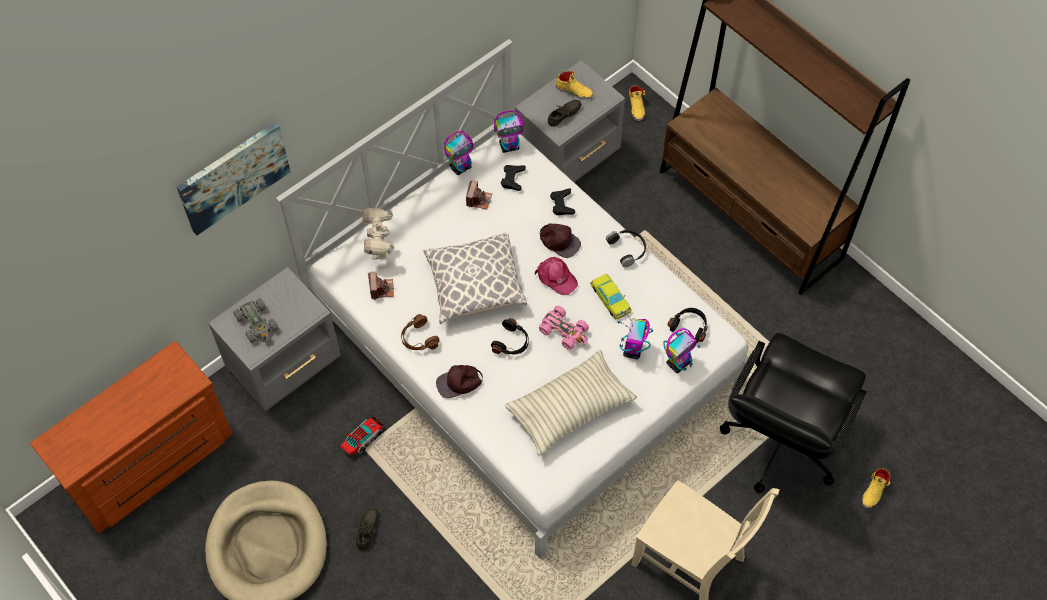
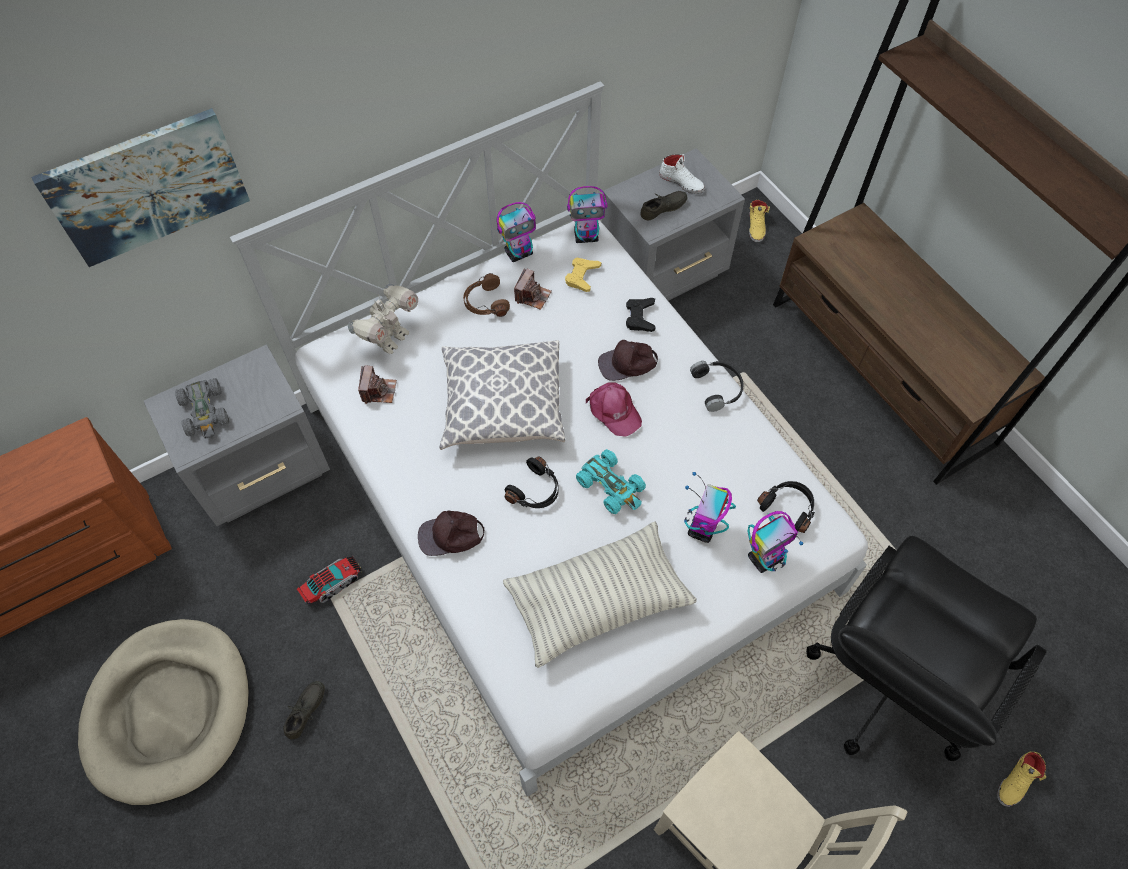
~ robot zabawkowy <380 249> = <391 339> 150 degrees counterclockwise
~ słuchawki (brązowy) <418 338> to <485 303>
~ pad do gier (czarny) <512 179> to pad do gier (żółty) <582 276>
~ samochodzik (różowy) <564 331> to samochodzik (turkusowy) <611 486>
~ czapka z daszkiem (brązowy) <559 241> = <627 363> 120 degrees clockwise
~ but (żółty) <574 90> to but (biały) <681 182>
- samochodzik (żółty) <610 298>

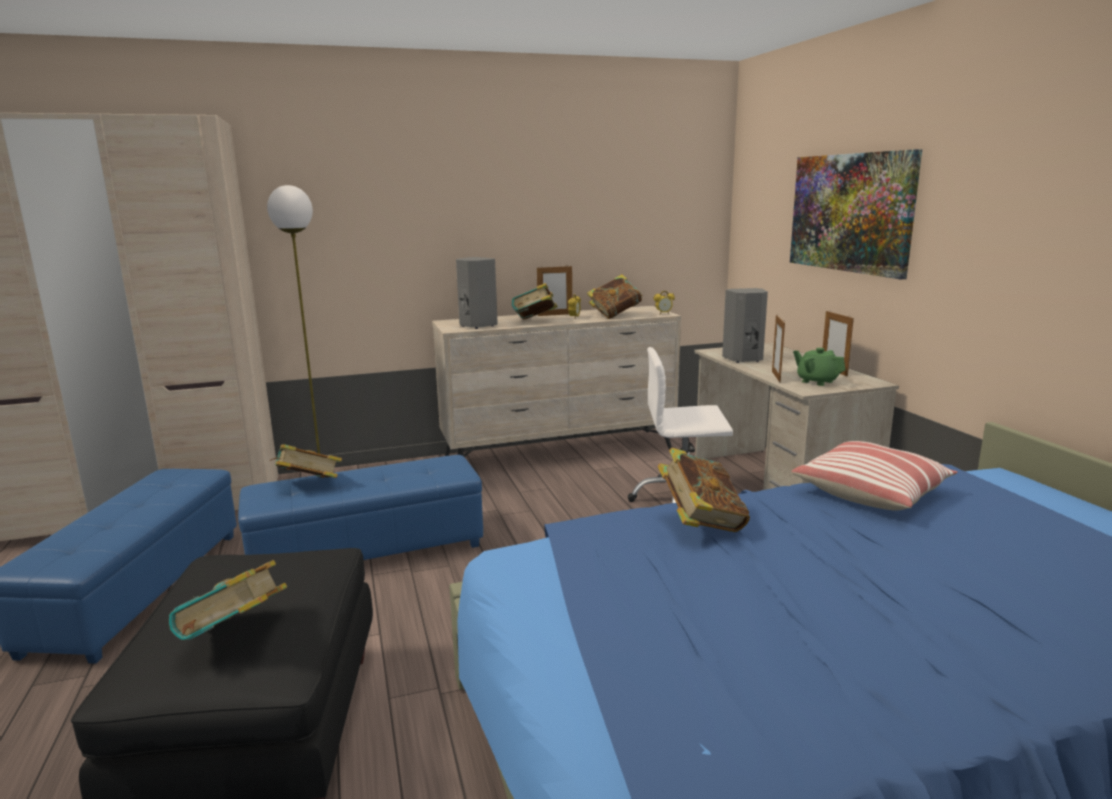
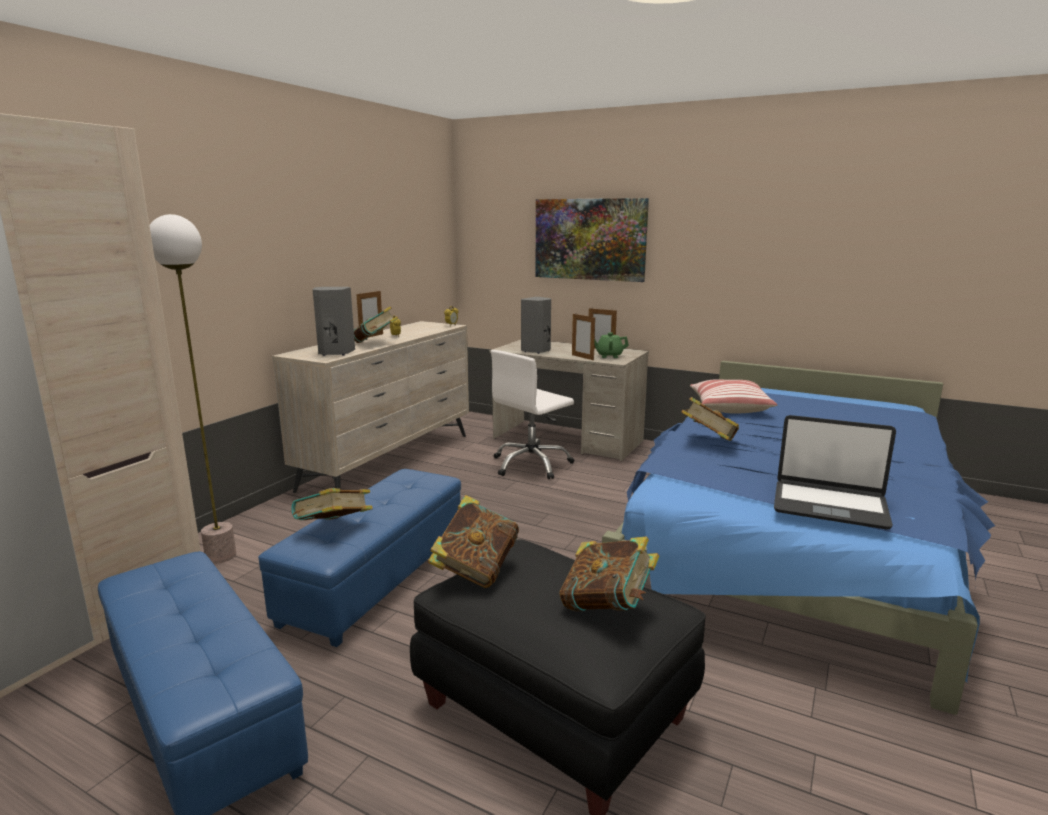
~ książka <615 315> to <475 570>
+ laptop <829 505>

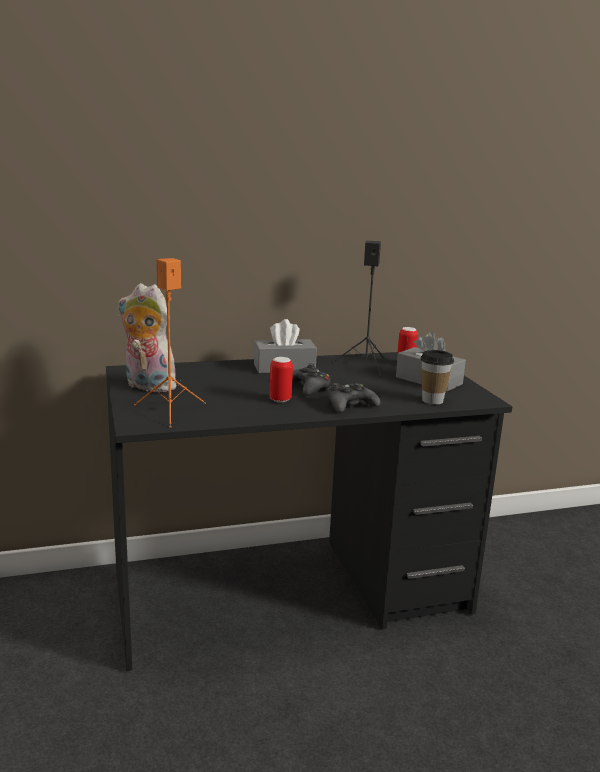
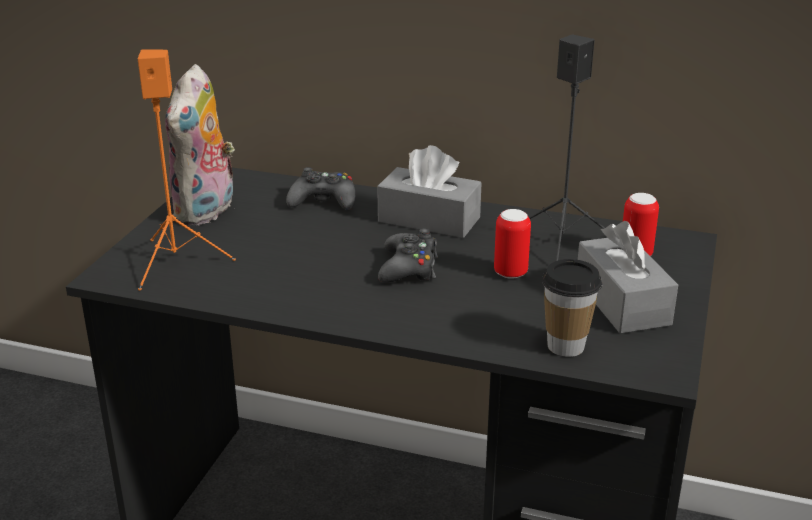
~ pluszak <147 386> = <207 212> 135 degrees counterclockwise
~ pad do gier (czarny) <350 405> to <323 201>
~ puszka <280 400> to <510 273>

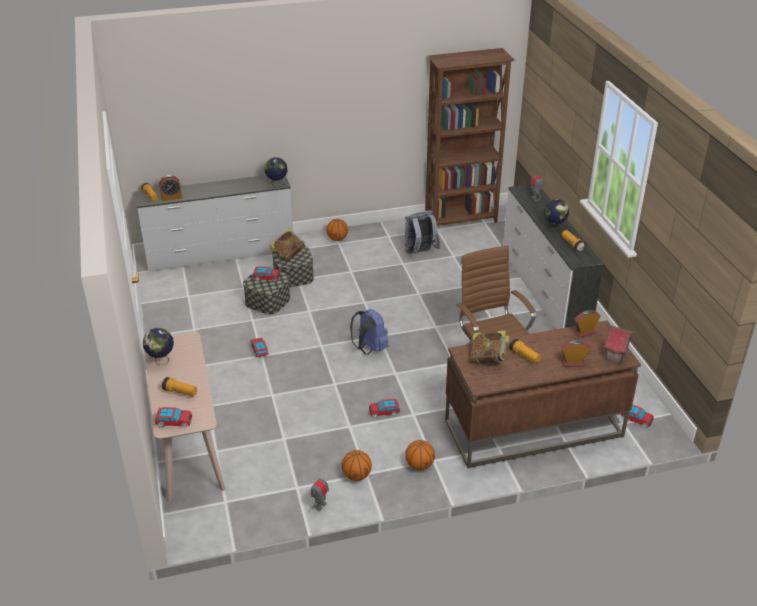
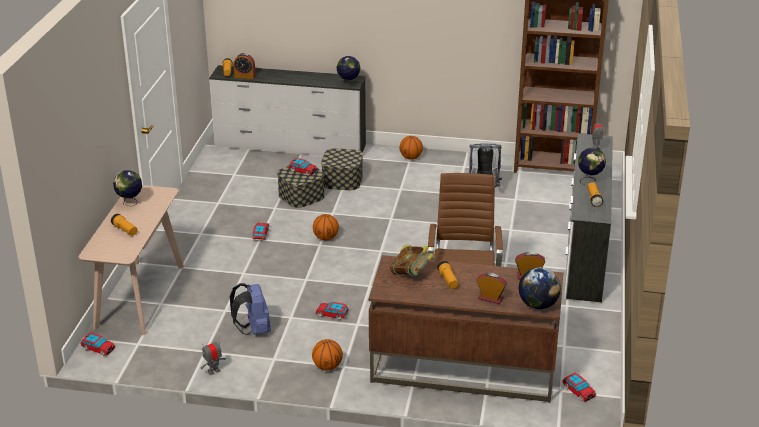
~ samochodzik <174 422> to <98 348>
~ plecak (niebieski) <369 348> to <254 330>
~ piłka do koszykówki <356 476> to <326 238>
~ domek <615 357> to globus <538 305>
- książka <288 255>

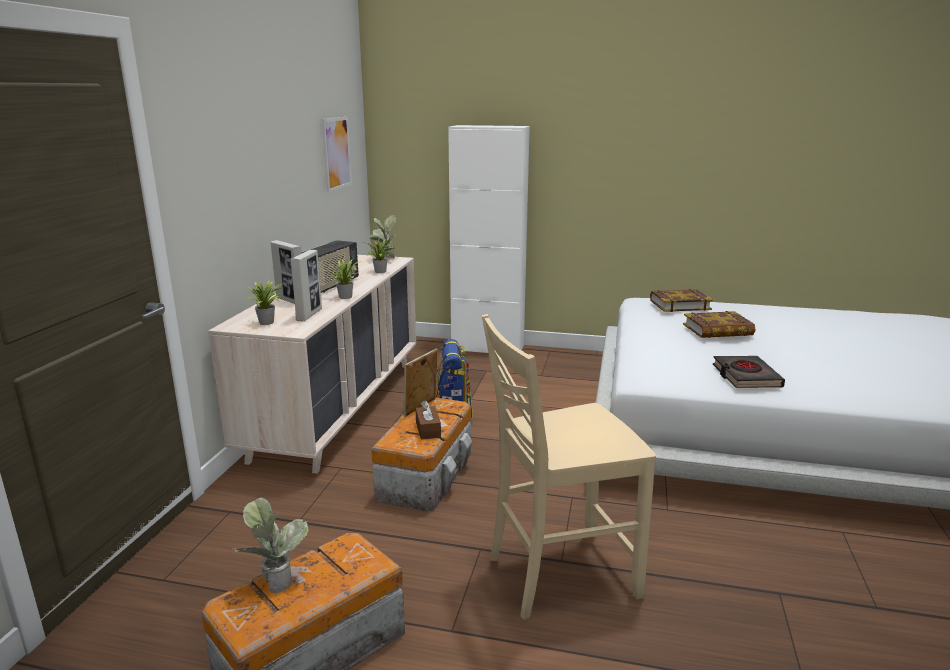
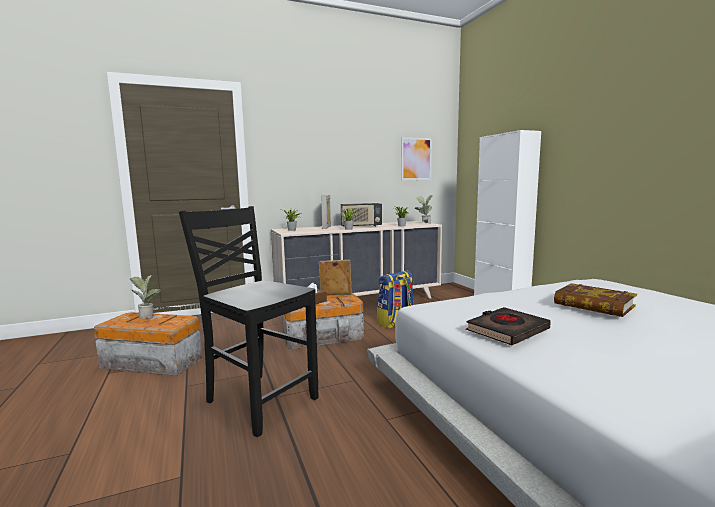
~ krzesło (beżowy) <558 575> to krzesło (czarny) <259 400>
- ramka na zdjęcie <309 315>
- książka <679 305>

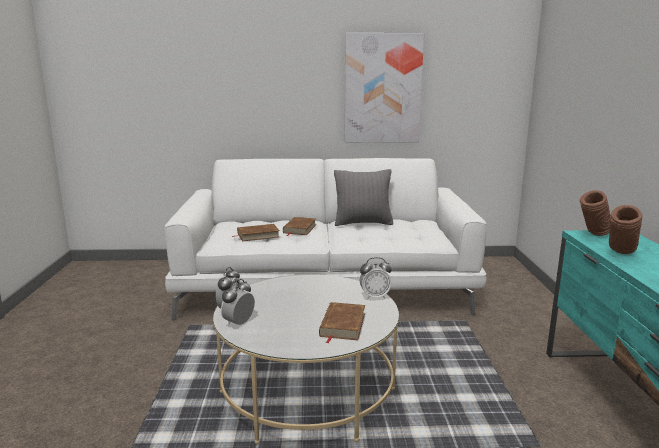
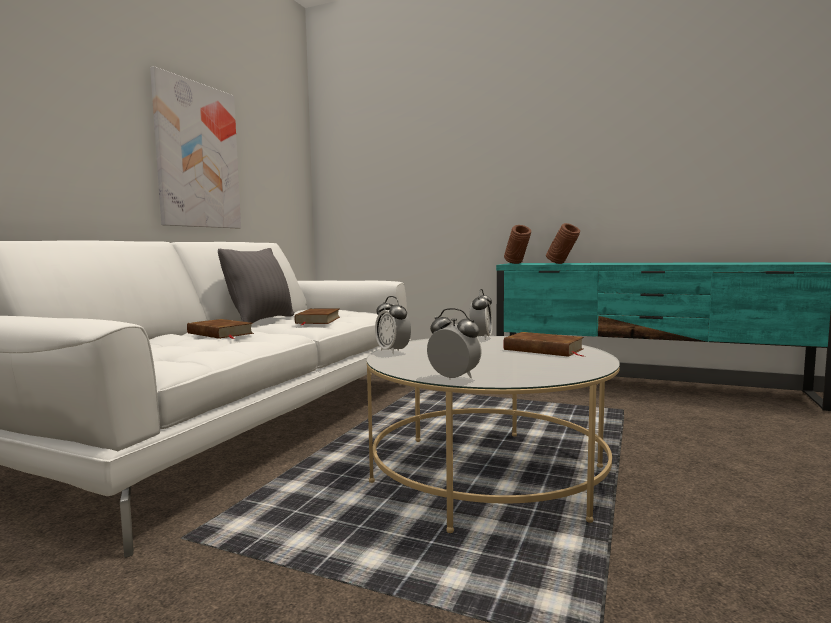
~ książka (brązowy) <258 235> to <318 320>
~ budzik <239 323> to <393 351>

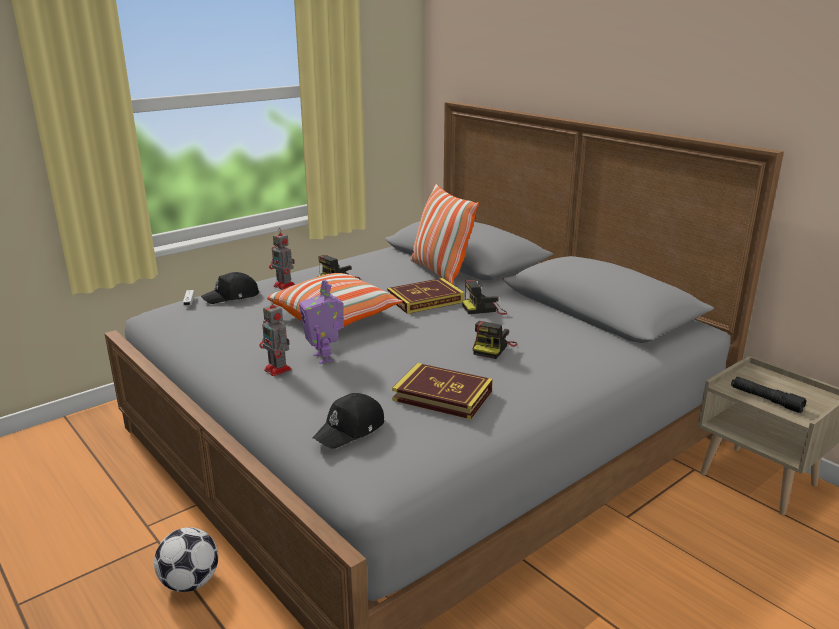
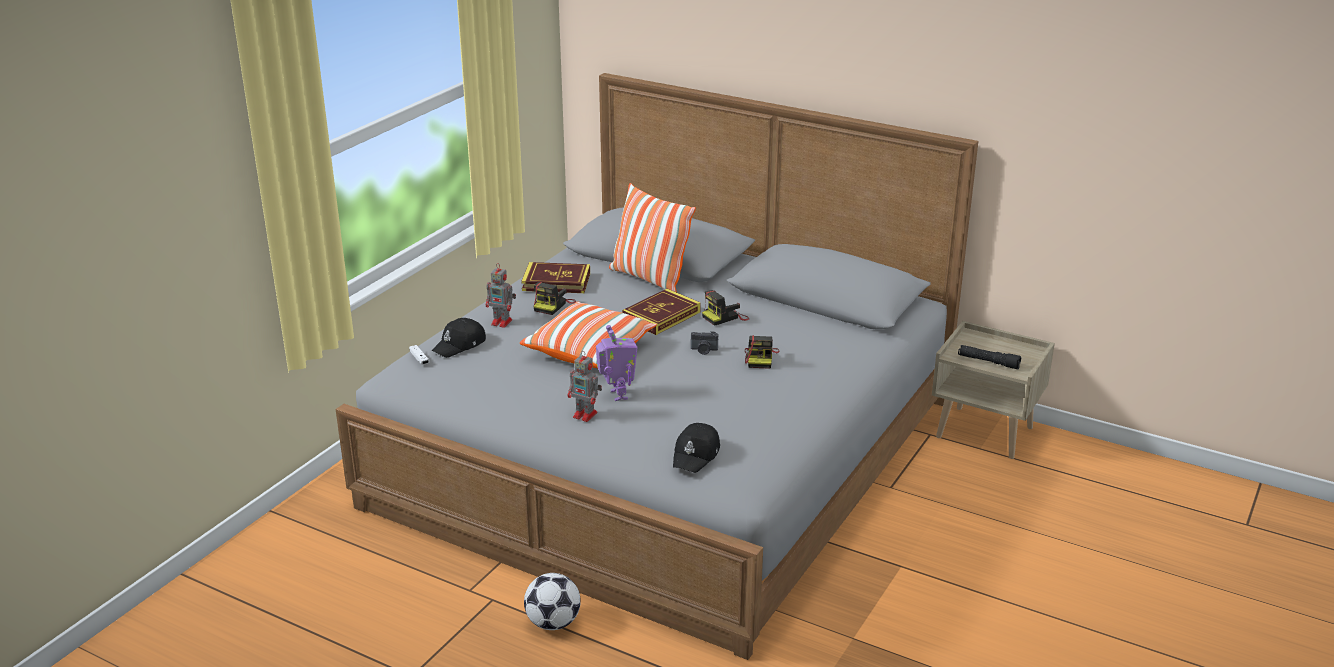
~ książka <442 396> to <556 282>
~ robot zabawkowy <324 357> = <617 395> 150 degrees counterclockwise
+ aparat fotograficzny <704 350>

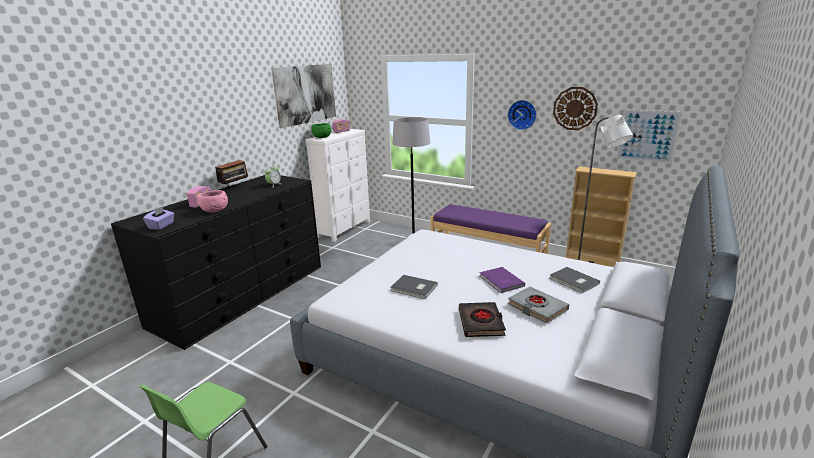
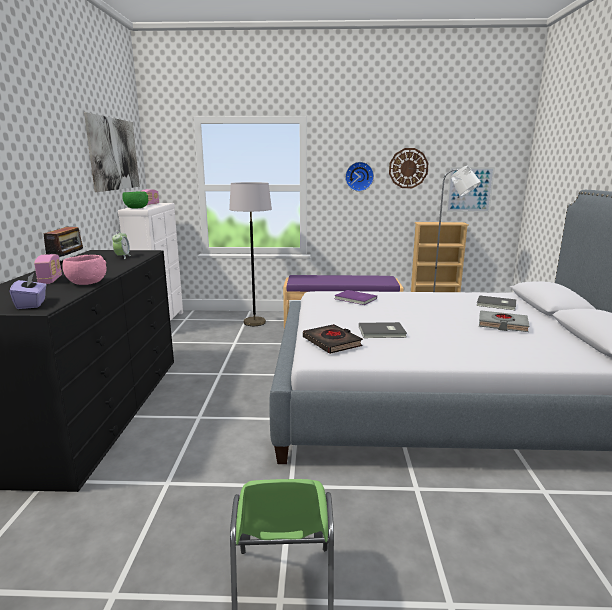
~ książka (czarny) <481 322> to <332 342>
~ książka (fioletowy) <501 281> to <355 299>

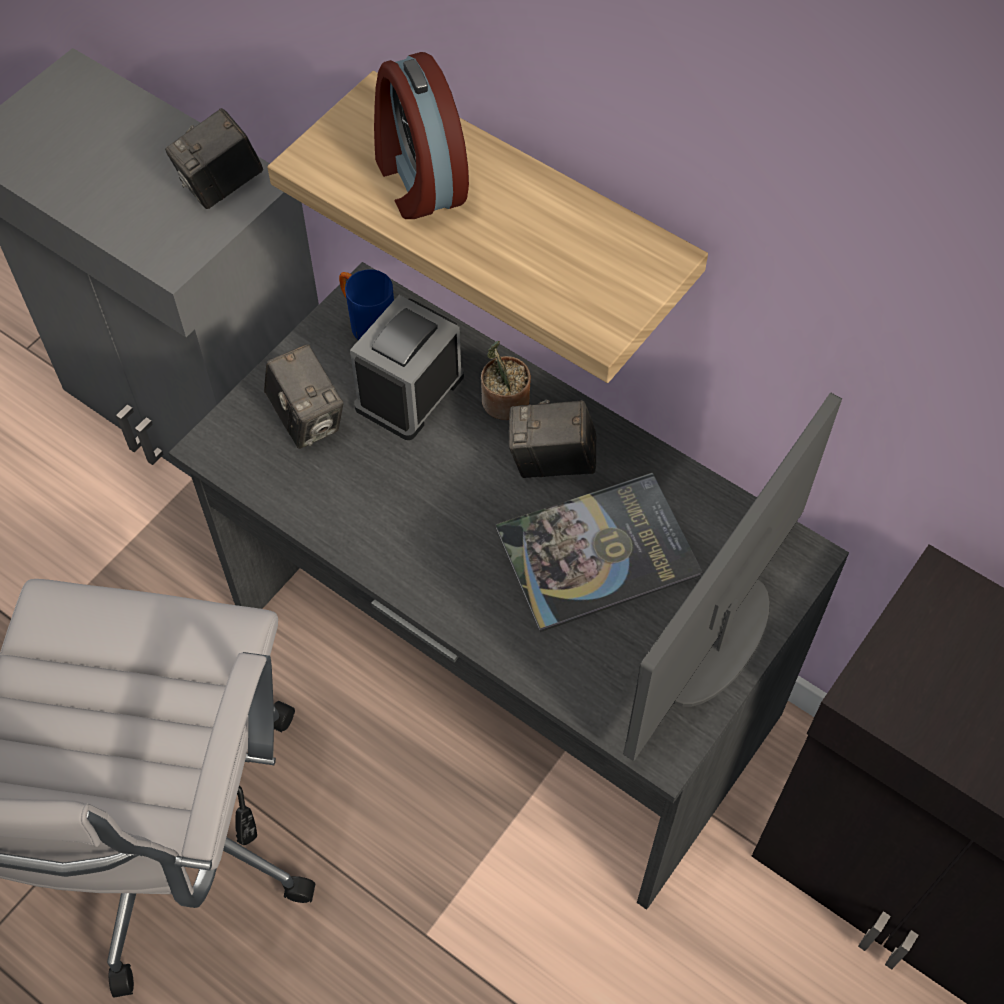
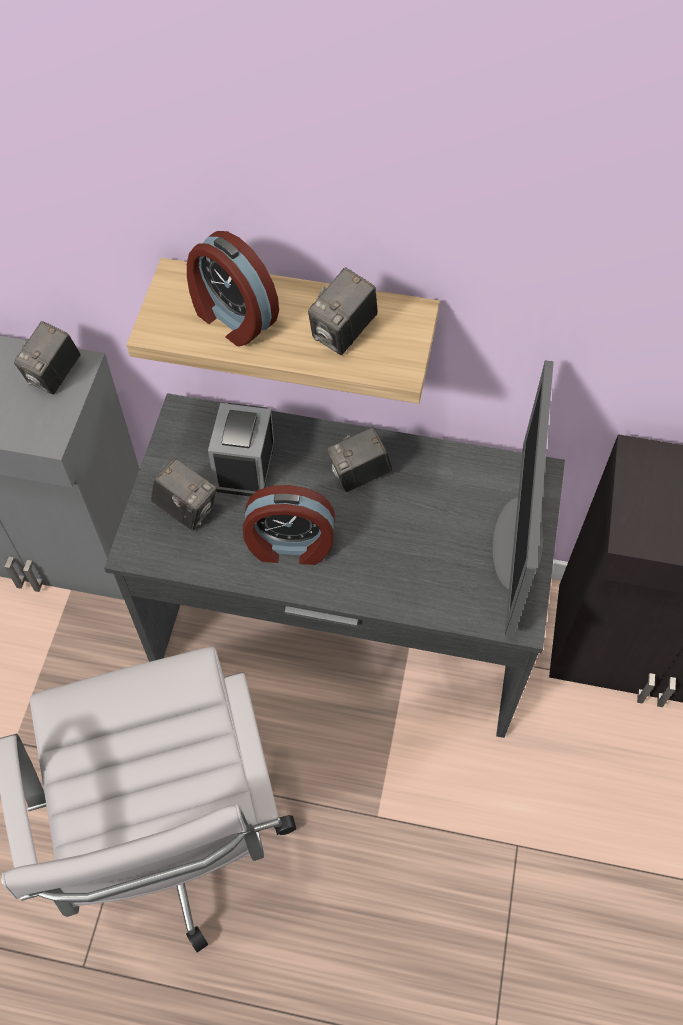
+ budzik <290 546>
+ aparat fotograficzny <343 333>
- kubek (niebieski) <366 322>
- roślina doniczkowa <504 403>
- książka <597 553>

